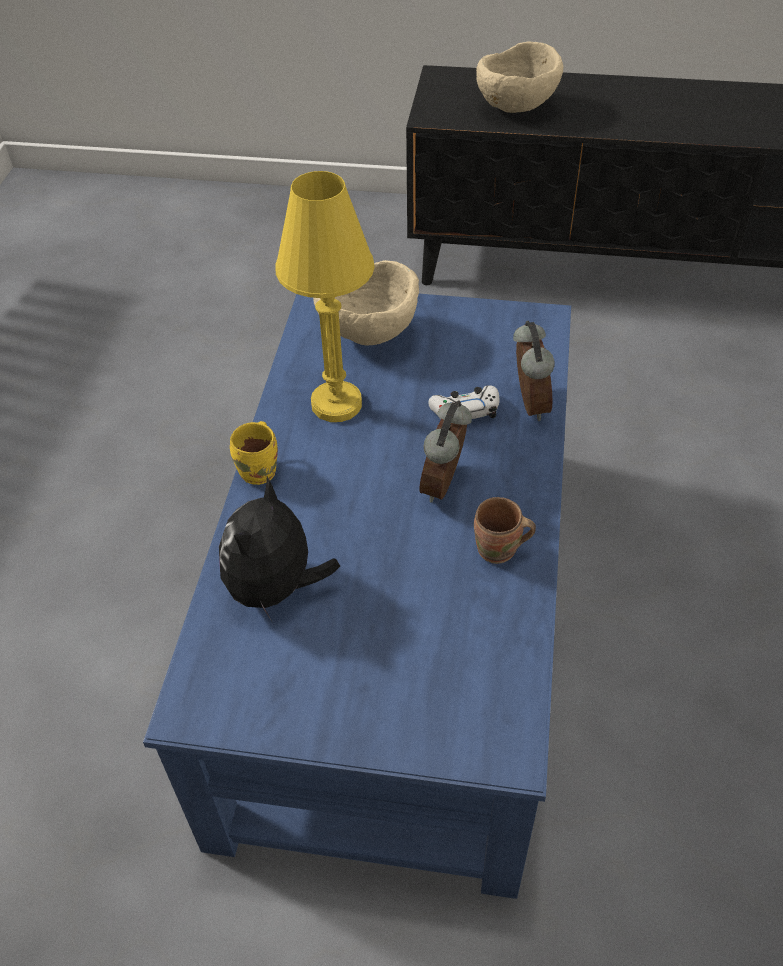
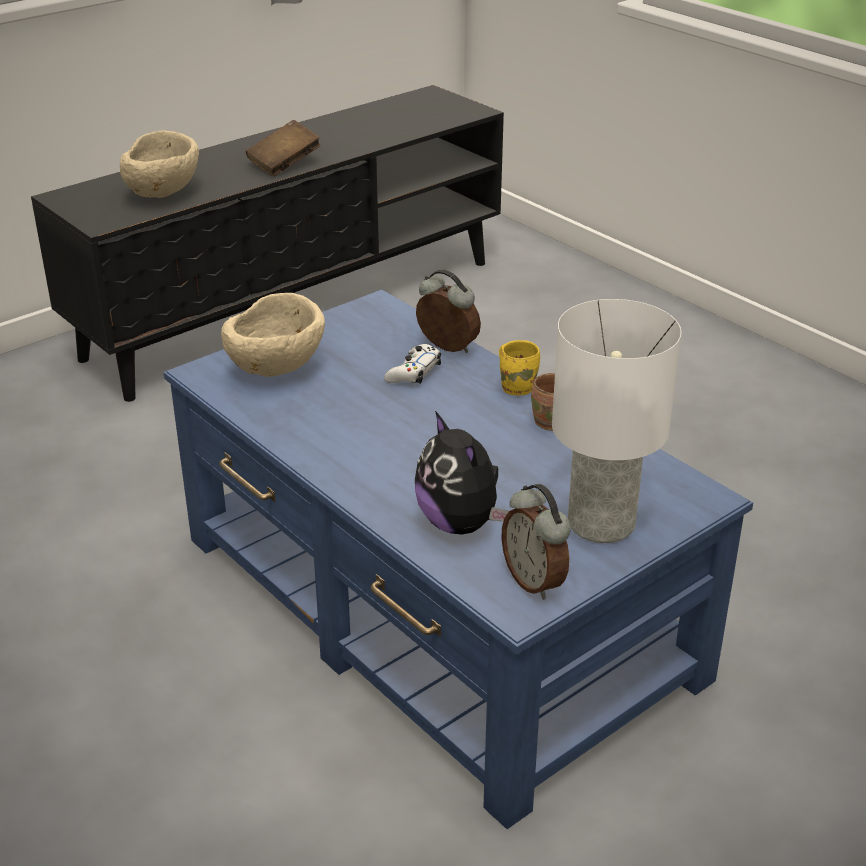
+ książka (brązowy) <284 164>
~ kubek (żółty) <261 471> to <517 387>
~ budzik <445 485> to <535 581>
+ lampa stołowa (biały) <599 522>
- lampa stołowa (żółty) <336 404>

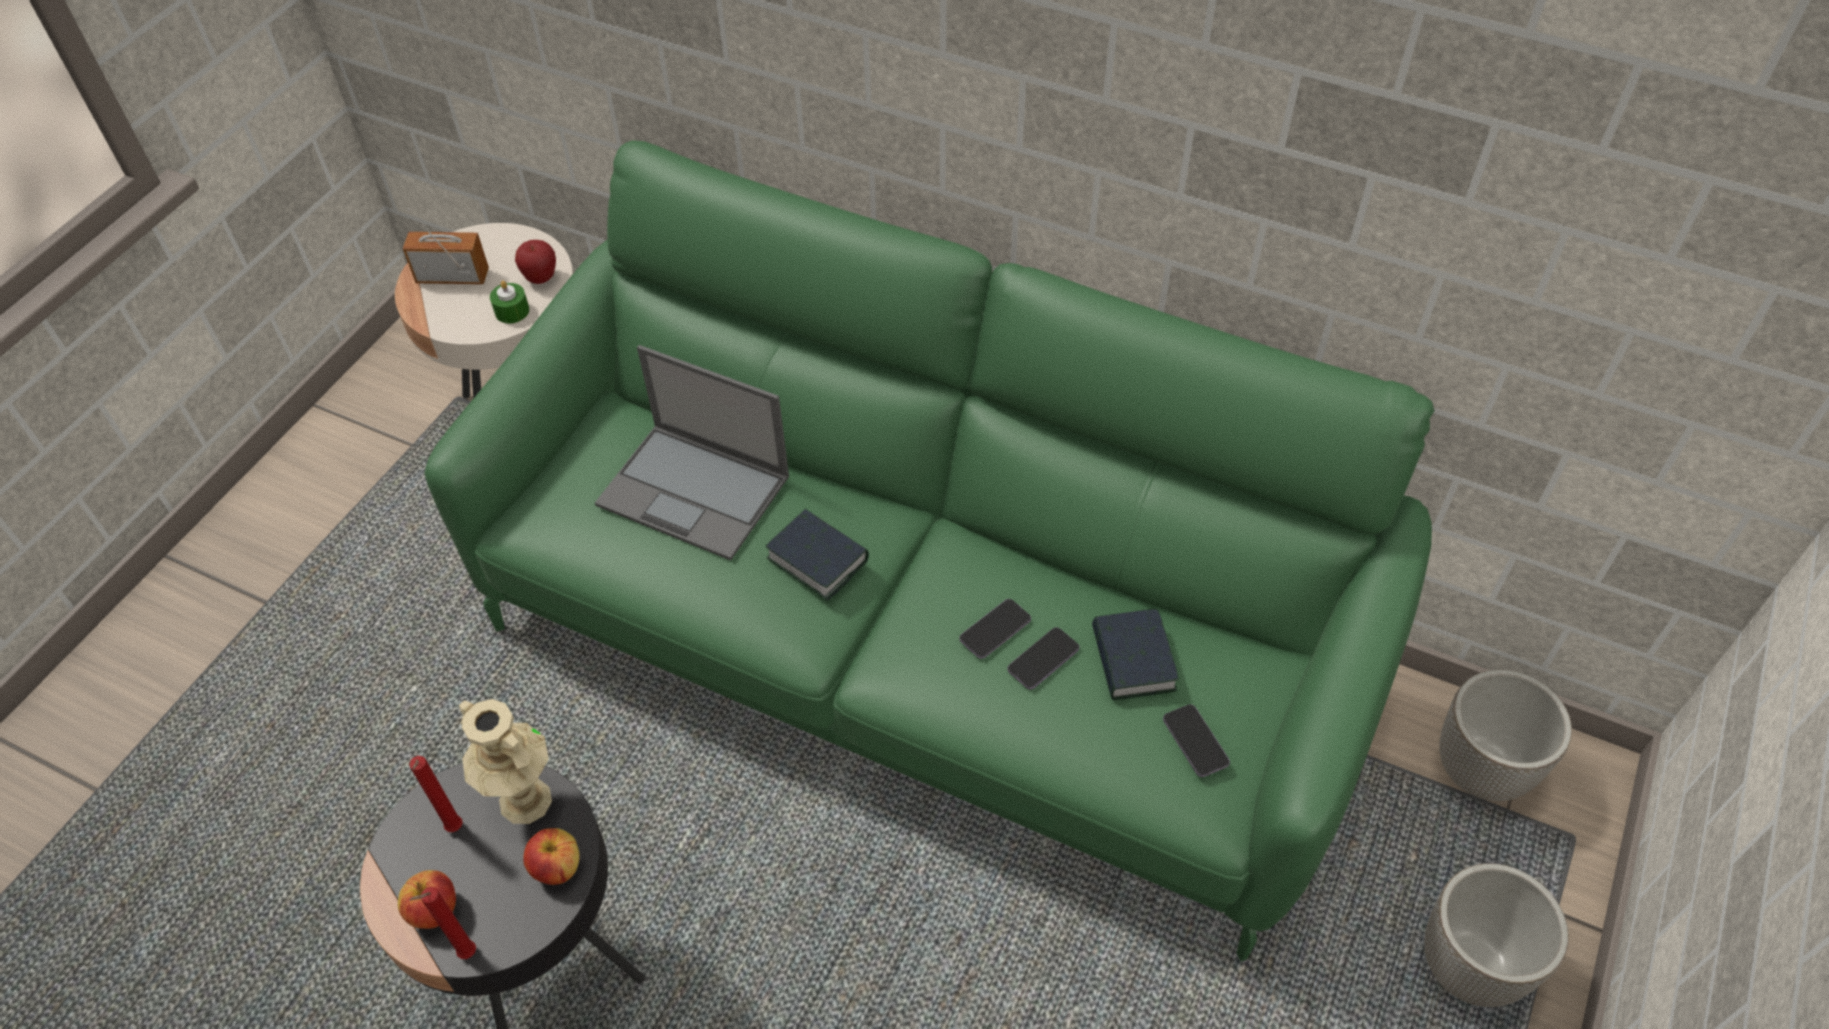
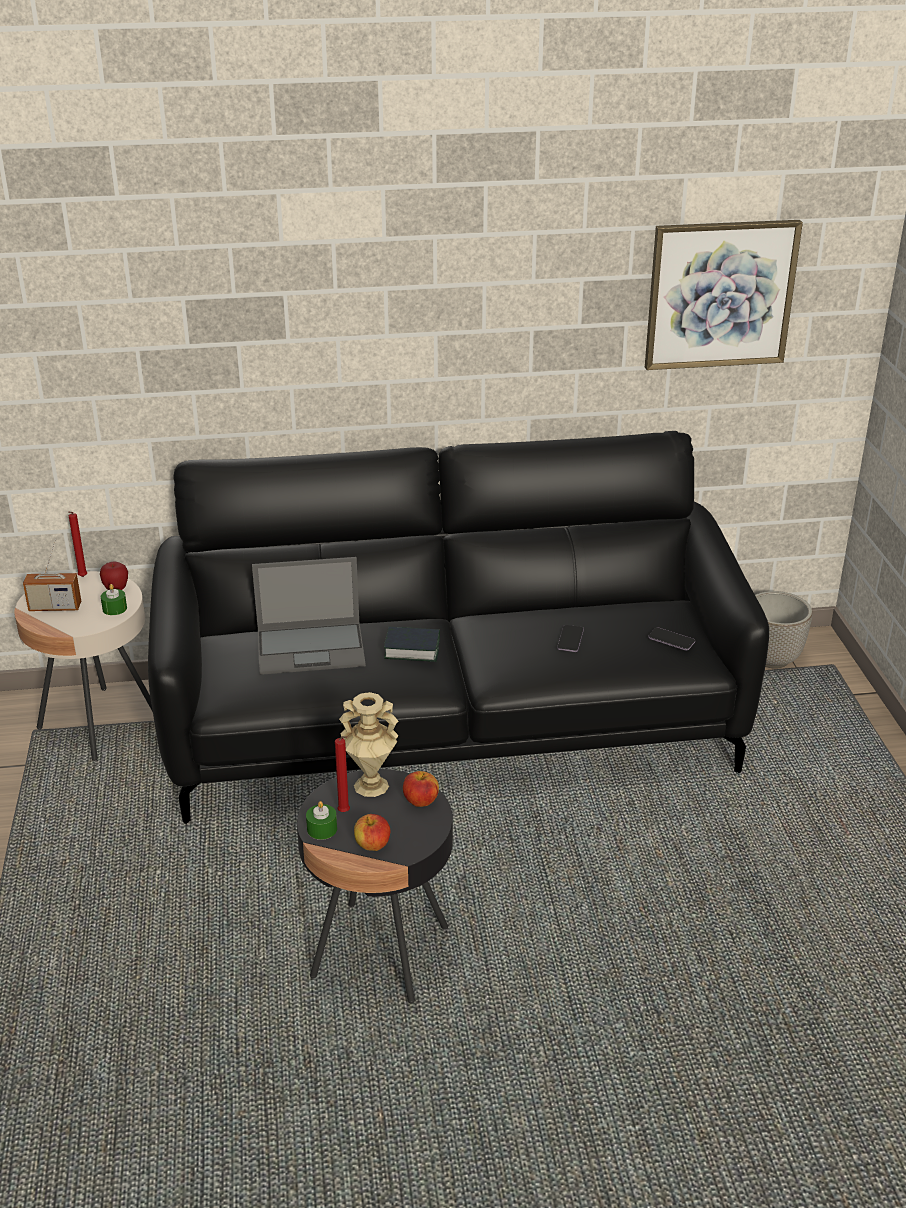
~ radio <453 276> = <55 607> 150 degrees counterclockwise
~ świeca (czerwony) <465 955> to <82 577>
~ kanapa (zielony) <918 649> to kanapa (czarny) <453 727>
+ świeca (zielony) <322 829>
+ obraz <720 294>
- telefon <995 630>
- książka <1132 660>
- donica <1470 967>

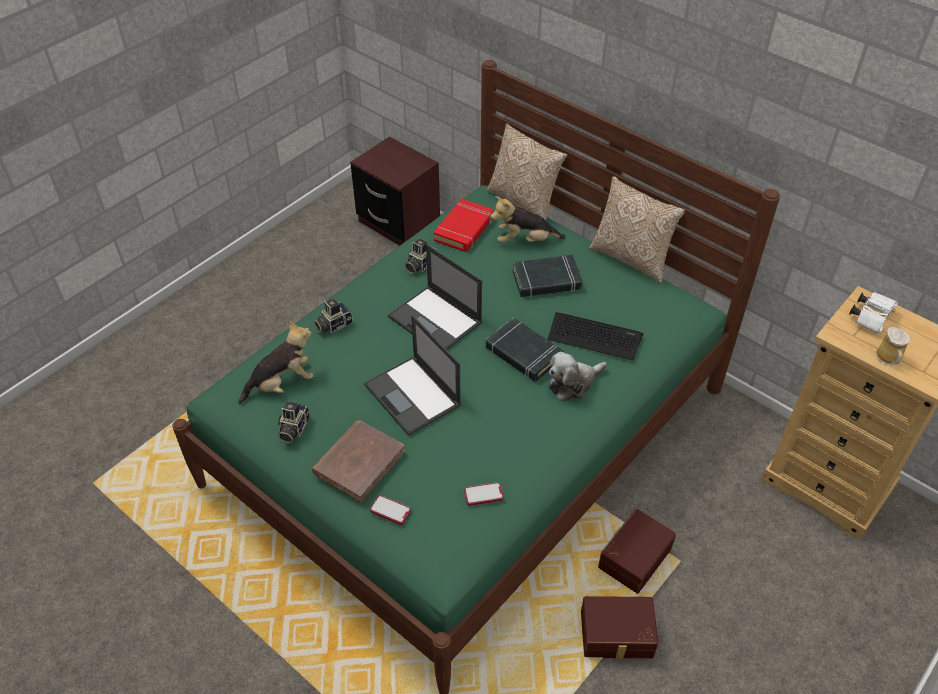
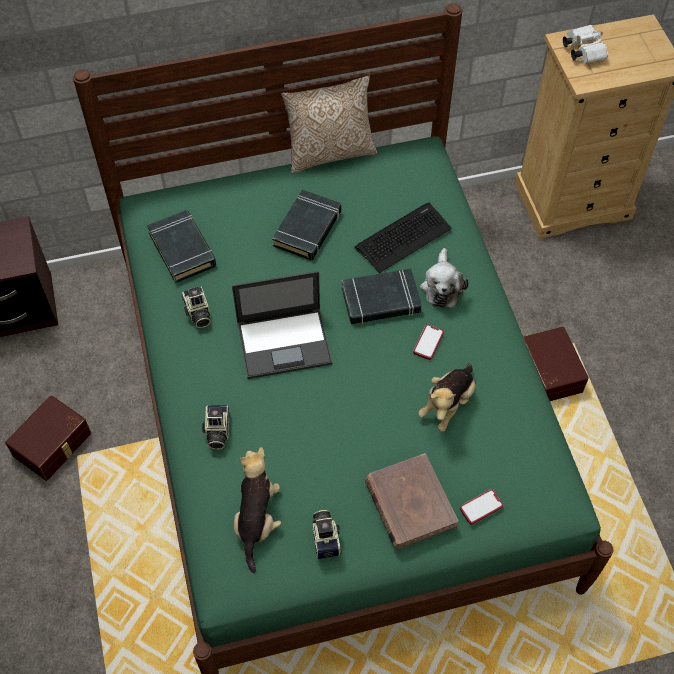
~ pojemnik do przechowywania (brązowy) <617 636> to <53 445>
~ książka (czerwony) <464 229> to książka (czarny) <182 249>
~ aparat fotograficzny <293 428> = <326 538> 150 degrees counterclockwise
~ telefon <483 495> to <428 343>
~ pluszak <525 240> to <448 404>
- laptop <413 396>
- poduszka <524 202>
- kubek <889 358>

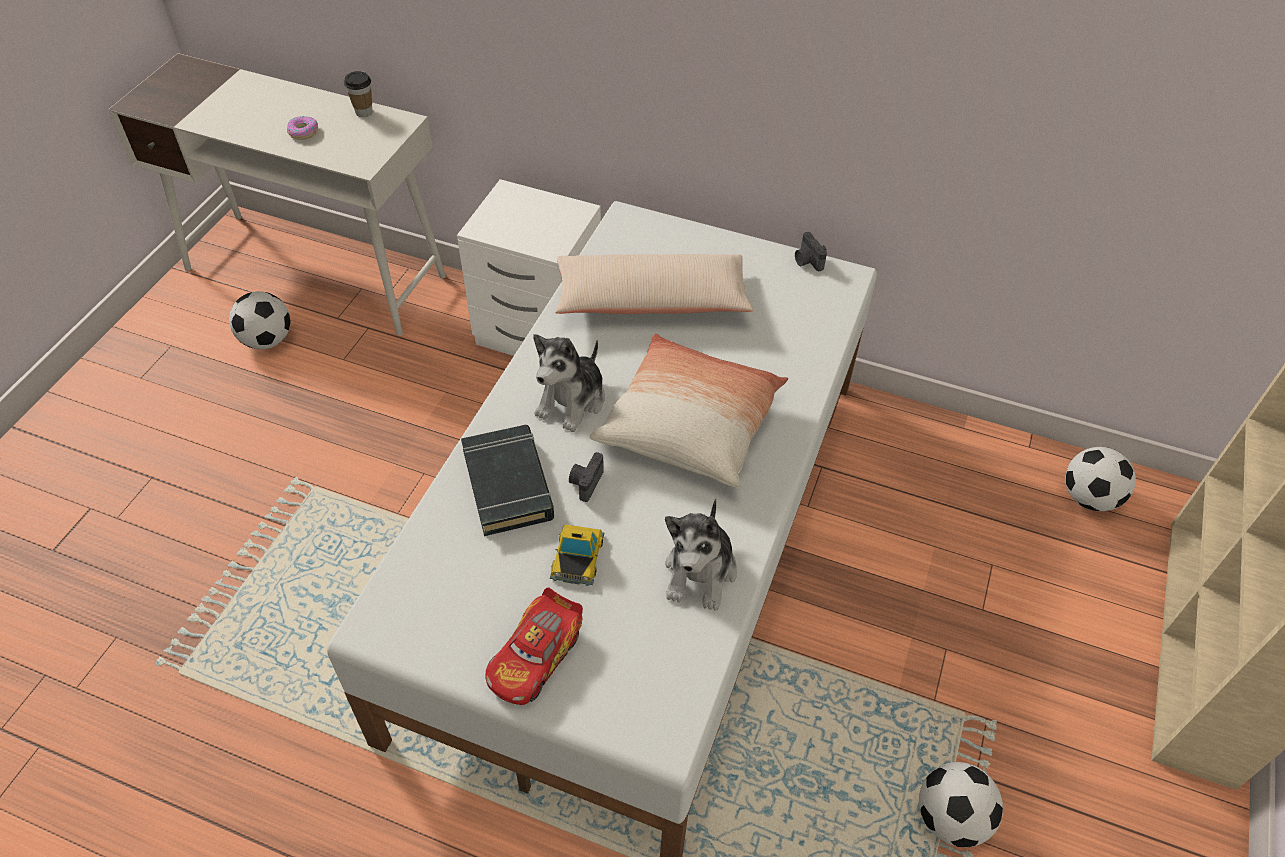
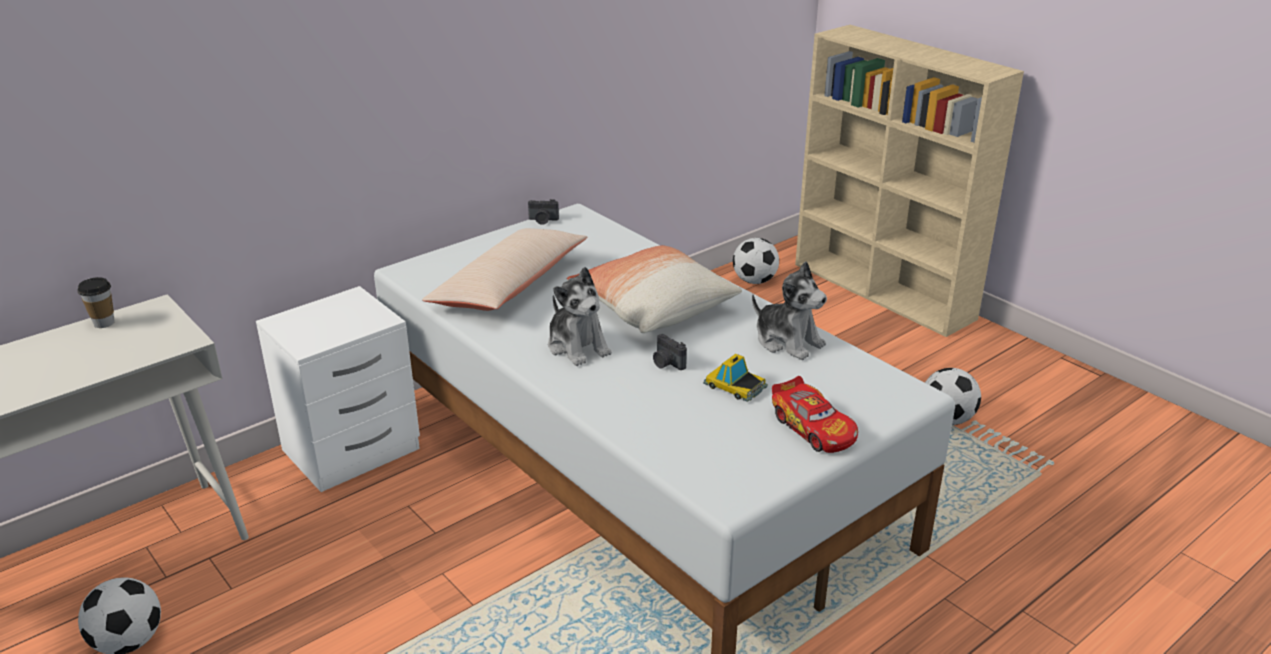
- donut <303 132>
- książka (czarny) <508 484>

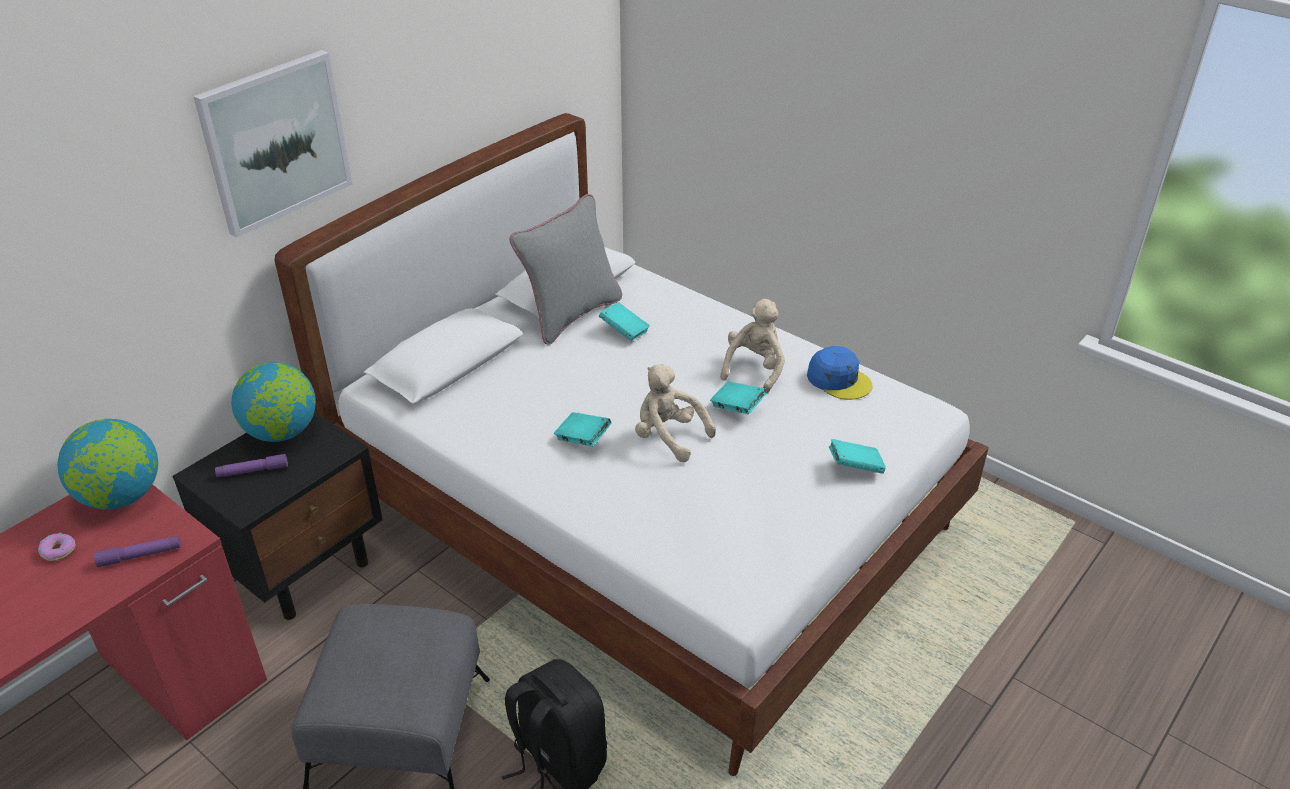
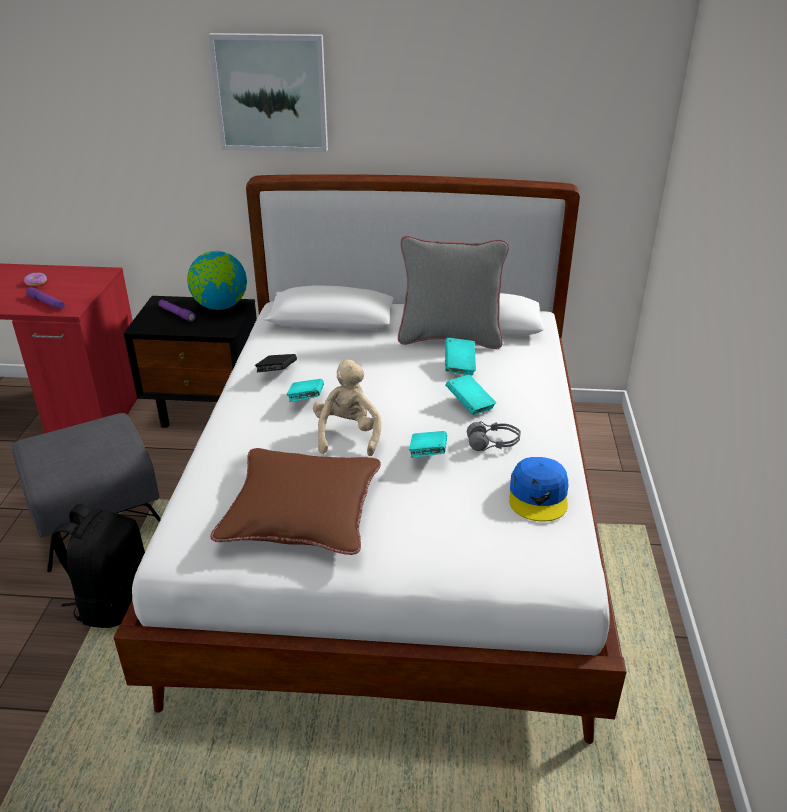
+ poduszka (brązowy) <301 511>
+ książka (czarny) <277 372>
~ książka (turkusowy) <855 467> to <470 405>
~ pluszak (beżowy) <754 369> to słuchawki (szary) <493 444>
- globus <121 497>

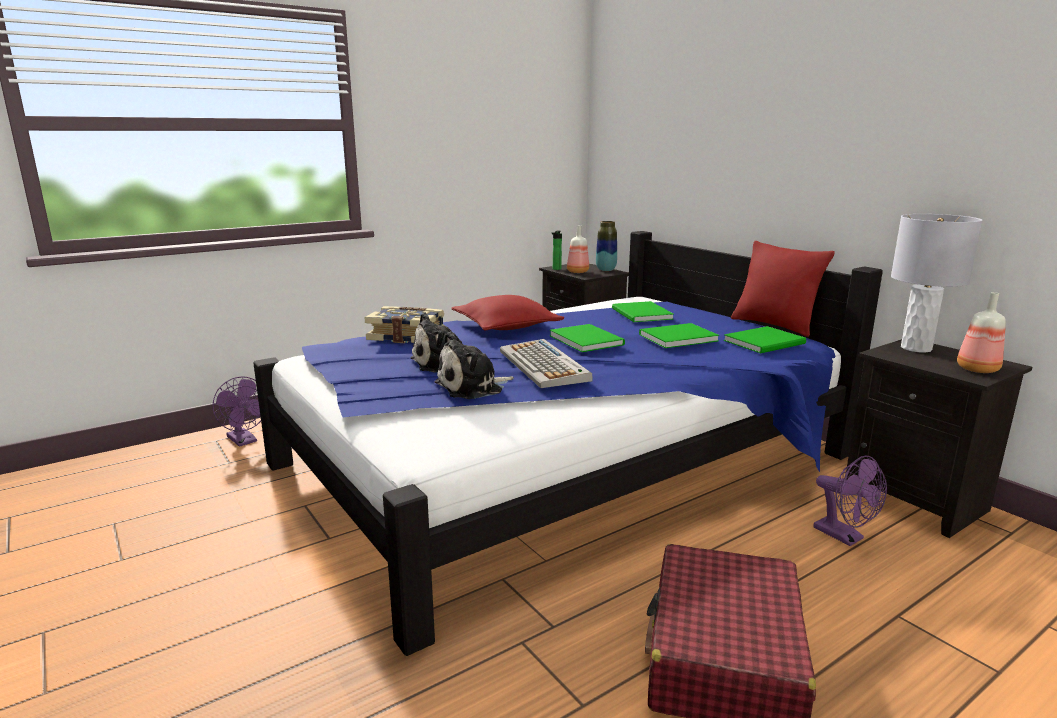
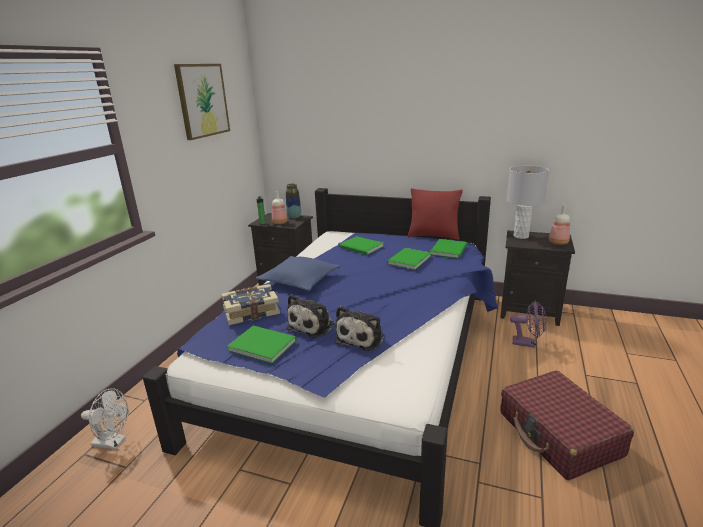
~ wentylator (fioletowy) <244 441> to wentylator (biały) <113 442>
+ obraz <202 100>
~ książka (zielony) <586 339> to <262 344>
~ poduszka (czerwony) <506 326> to poduszka (niebieski) <300 281>
- klawiatura <544 365>

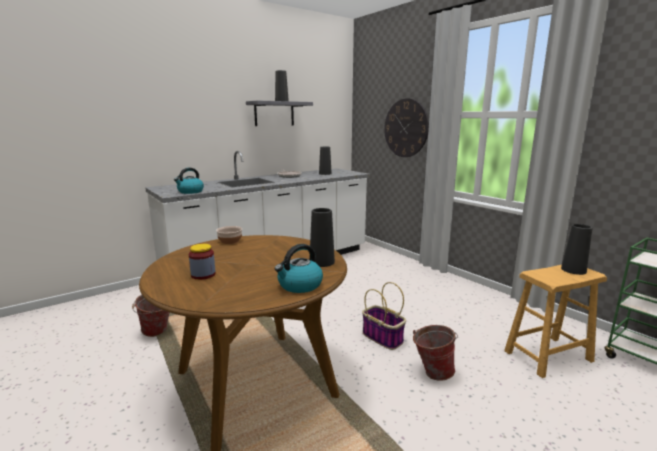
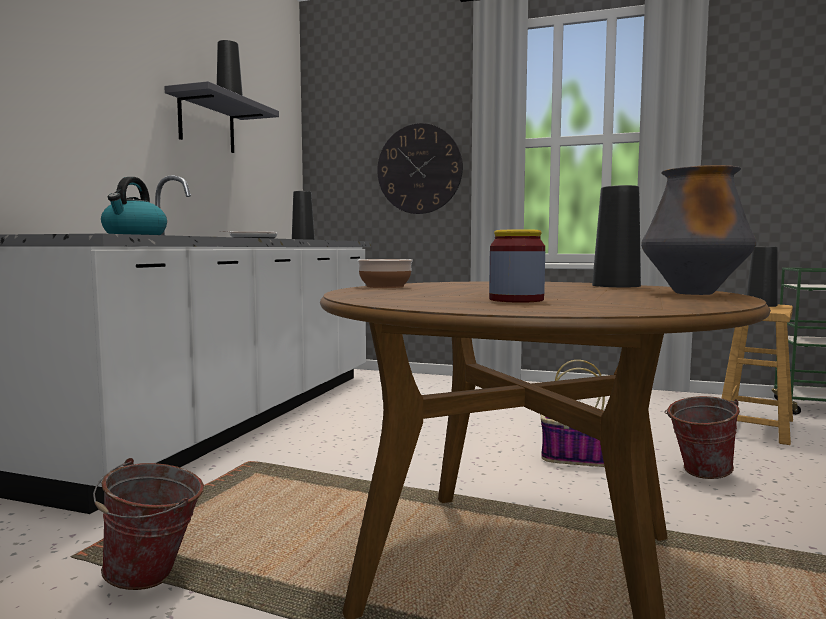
~ czajnik <299 285> to wazon <694 293>

